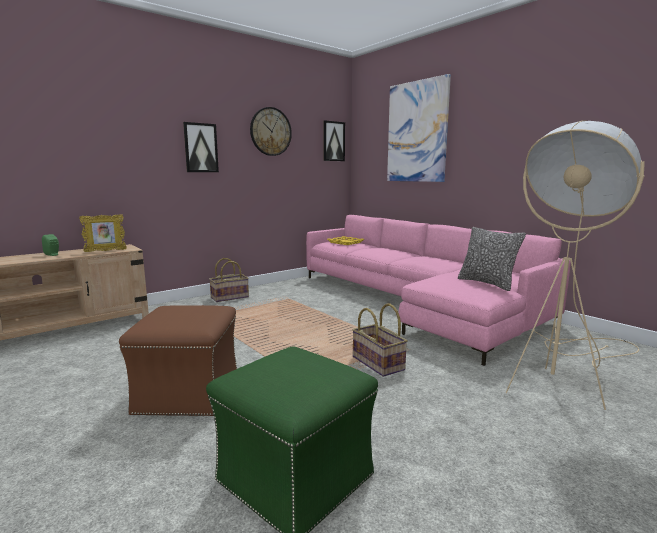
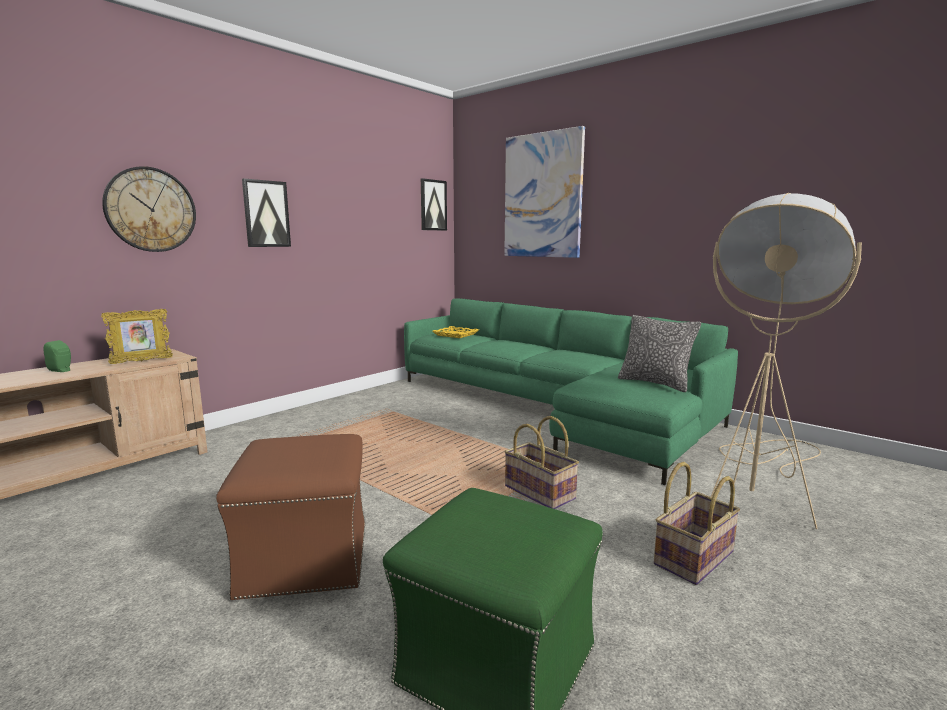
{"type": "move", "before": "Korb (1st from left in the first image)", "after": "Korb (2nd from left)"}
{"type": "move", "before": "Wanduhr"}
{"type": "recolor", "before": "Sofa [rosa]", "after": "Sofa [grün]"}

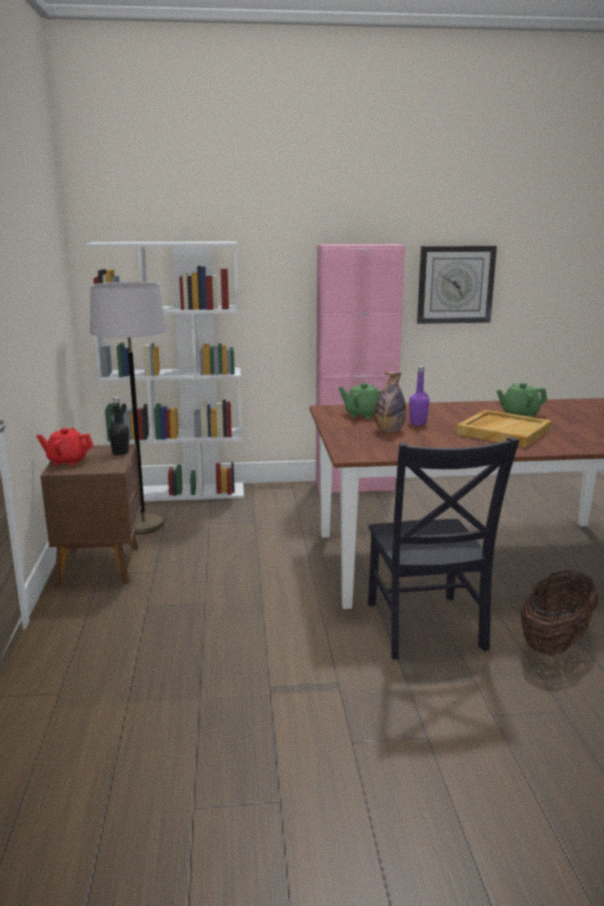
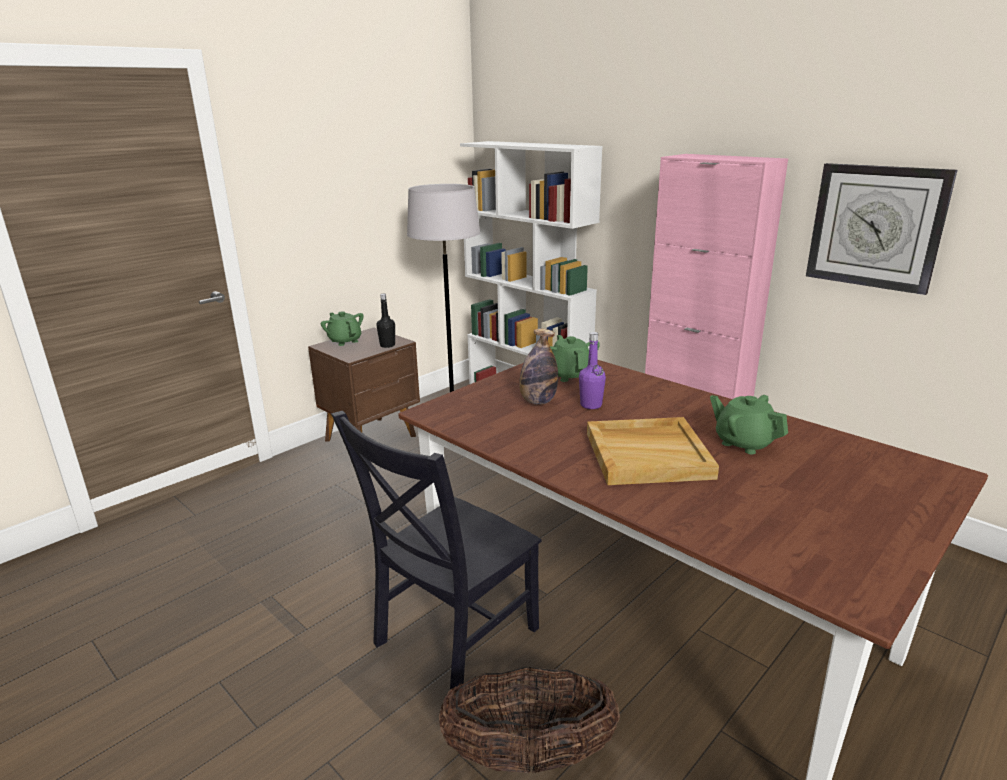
{"type": "recolor", "before": "Teekanne [rot]", "after": "Teekanne [grün] (1st from left)"}

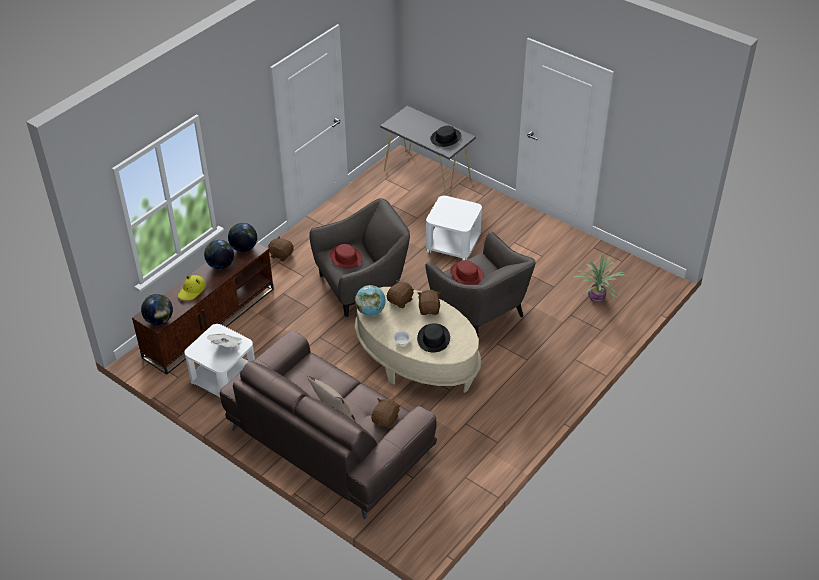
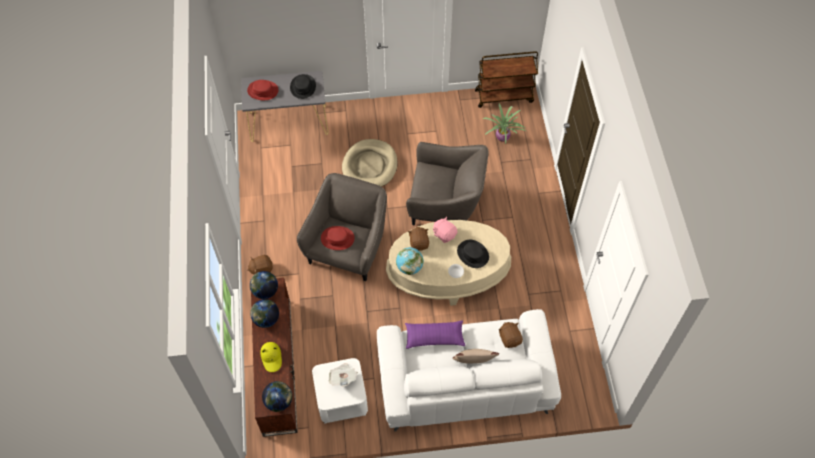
{"type": "recolor", "before": "Sofa [braun]", "after": "Sofa [weiß]"}
{"type": "recolor", "before": "Plüschtier [braun] (4th from left)", "after": "Plüschtier [rosa]"}
{"type": "replace", "before": "Beistelltisch [weiß] (2nd from left)", "after": "Hundebett [beige]"}
{"type": "move", "before": "Hut [rot] (2nd from left in the first image)", "after": "Hut [rot] (1st from left)"}
{"type": "insert", "after": "Kissen [lila]"}
{"type": "insert", "after": "Rollwagen [braun]"}

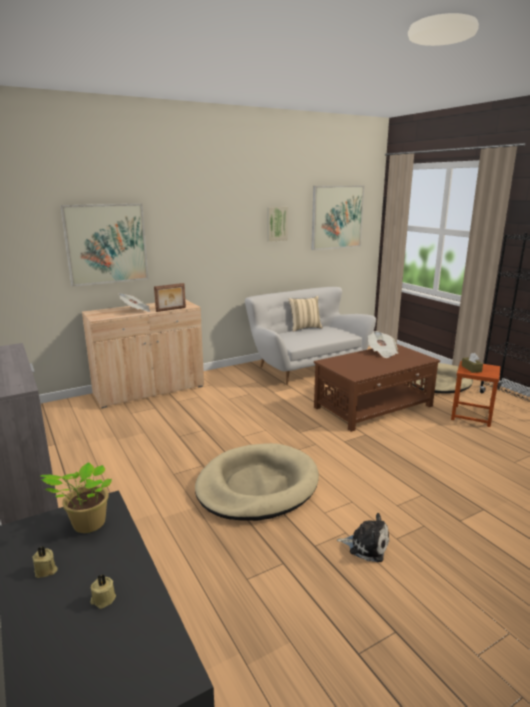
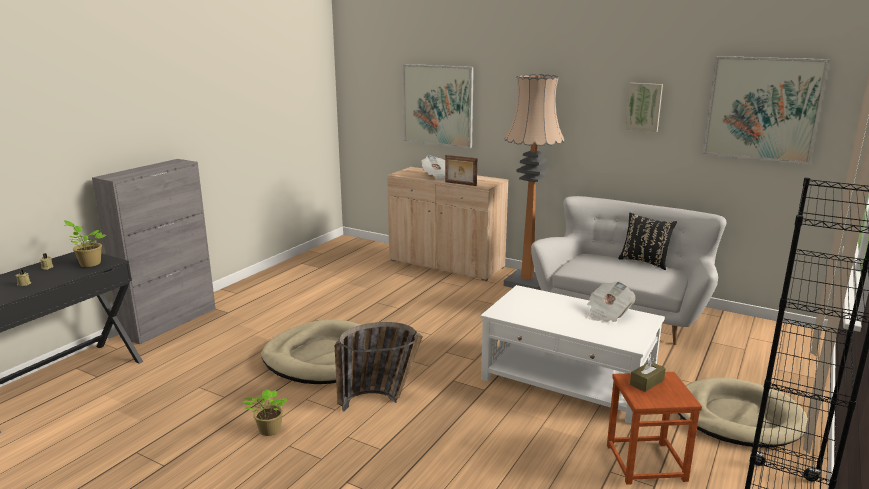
{"type": "recolor", "before": "Kissen [beige]", "after": "Kissen [schwarz]"}
{"type": "recolor", "before": "Couchtisch [braun]", "after": "Couchtisch [weiß]"}
{"type": "replace", "before": "Plüschtier", "after": "Topfpflanze (2nd from left)"}
{"type": "insert", "after": "Korb"}
{"type": "insert", "after": "Stehlampe"}

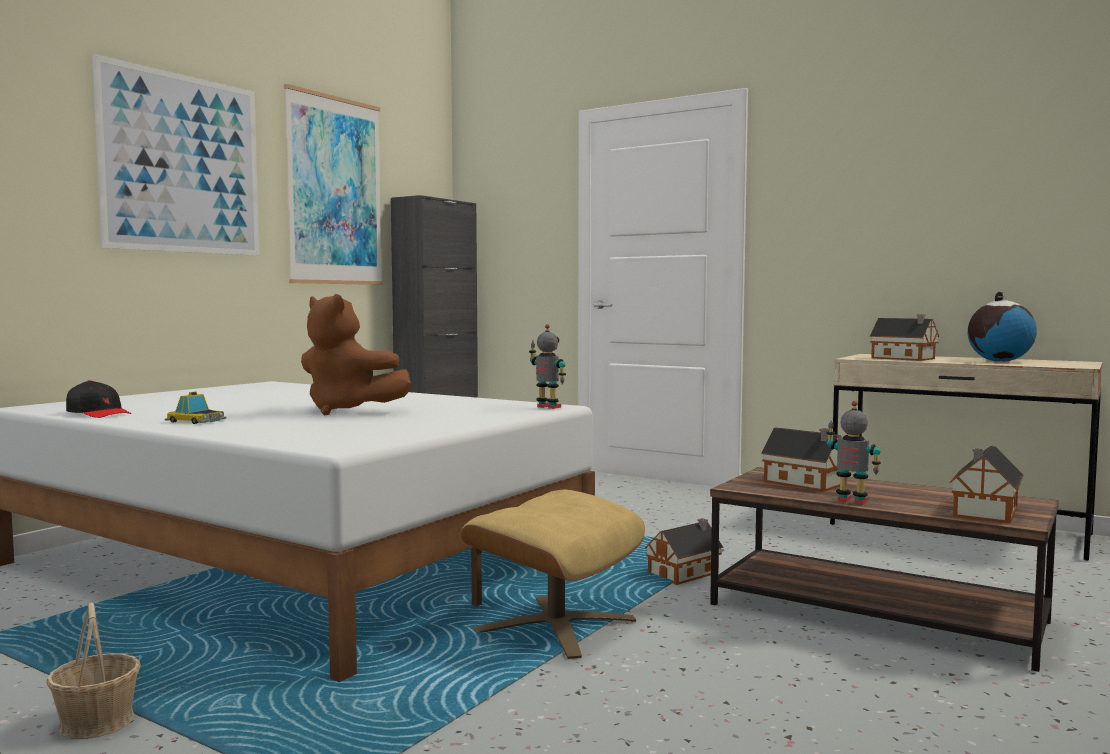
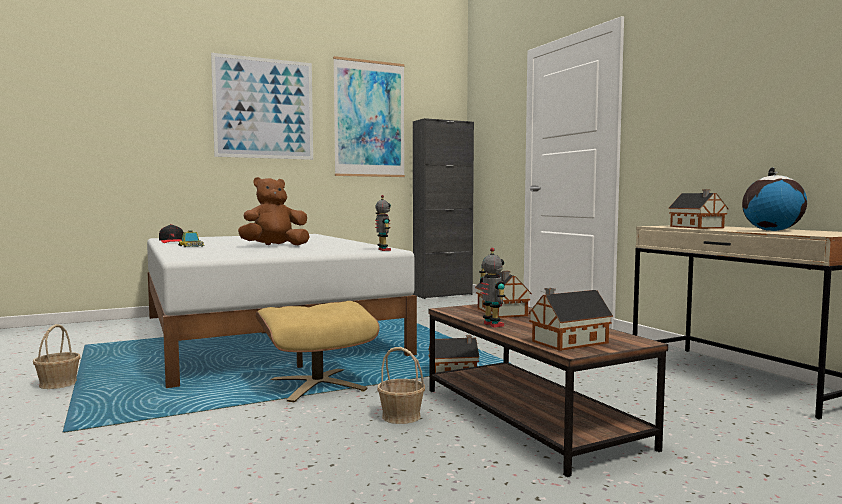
{"type": "rotate", "before": "Plüschtier [braun]", "turn": 90}
{"type": "insert", "after": "Korb (2nd from left)"}

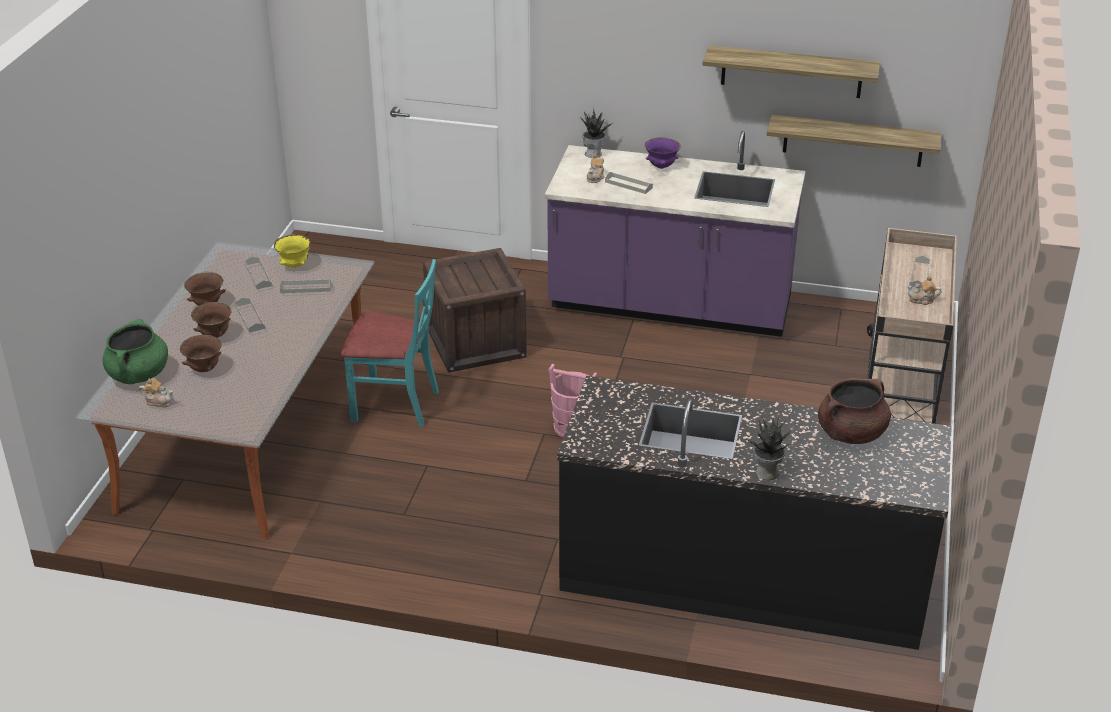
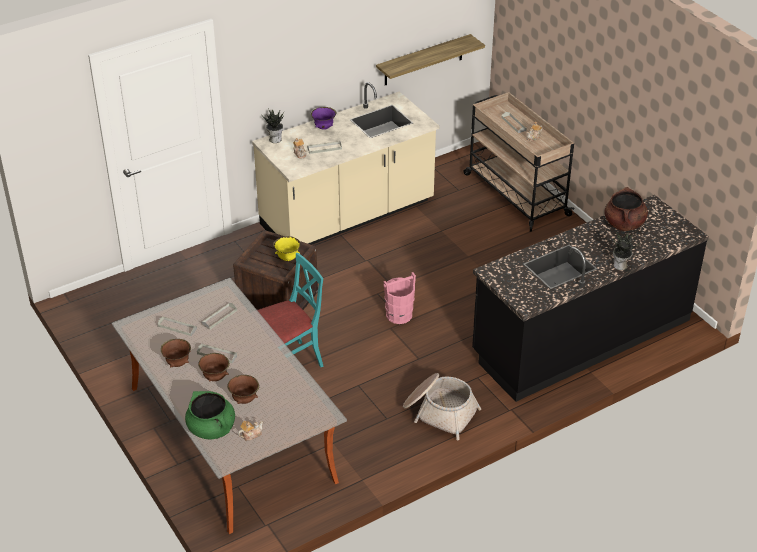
{"type": "move", "before": "Schüssel [gelb]"}
{"type": "recolor", "before": "Küchenzeile [lila]", "after": "Küchenzeile [beige]"}
{"type": "delete", "before": "Wandregal (1st from left)"}
{"type": "insert", "after": "Korb"}

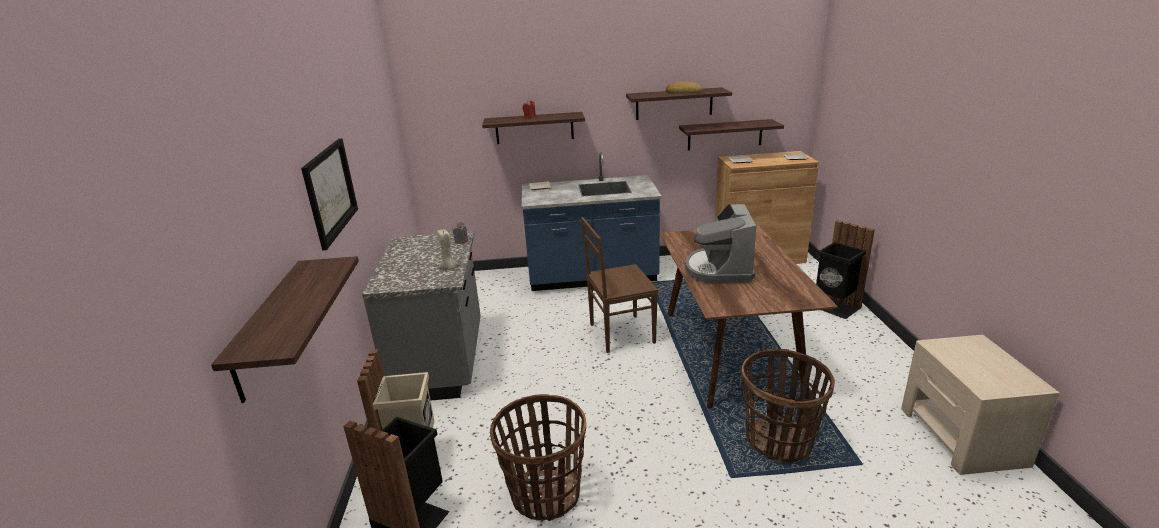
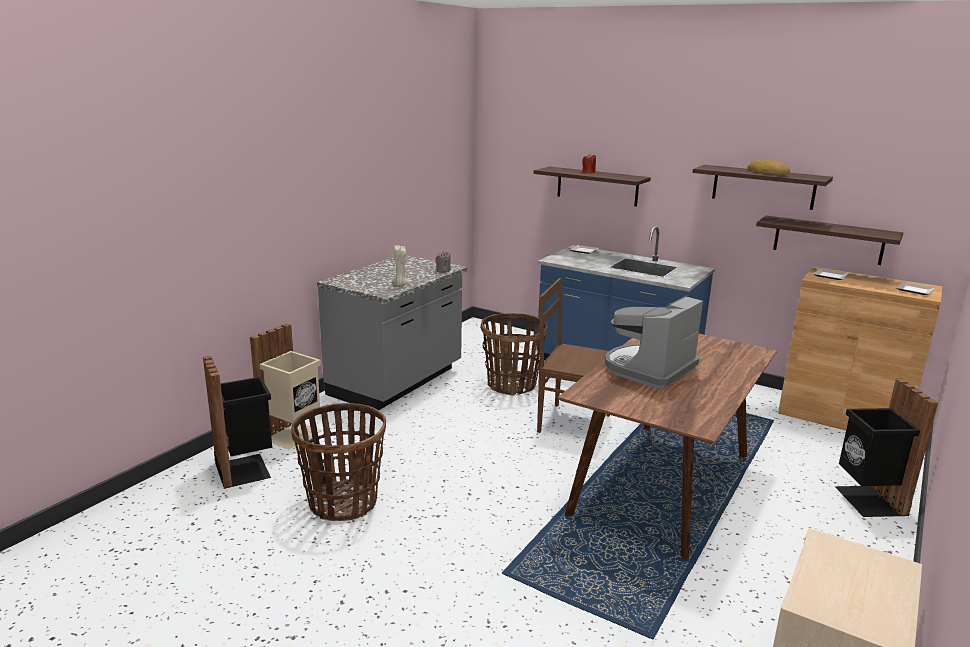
{"type": "delete", "before": "Wandregal (1st from left)"}
{"type": "delete", "before": "Bild"}
{"type": "move", "before": "Korb (2nd from left)"}

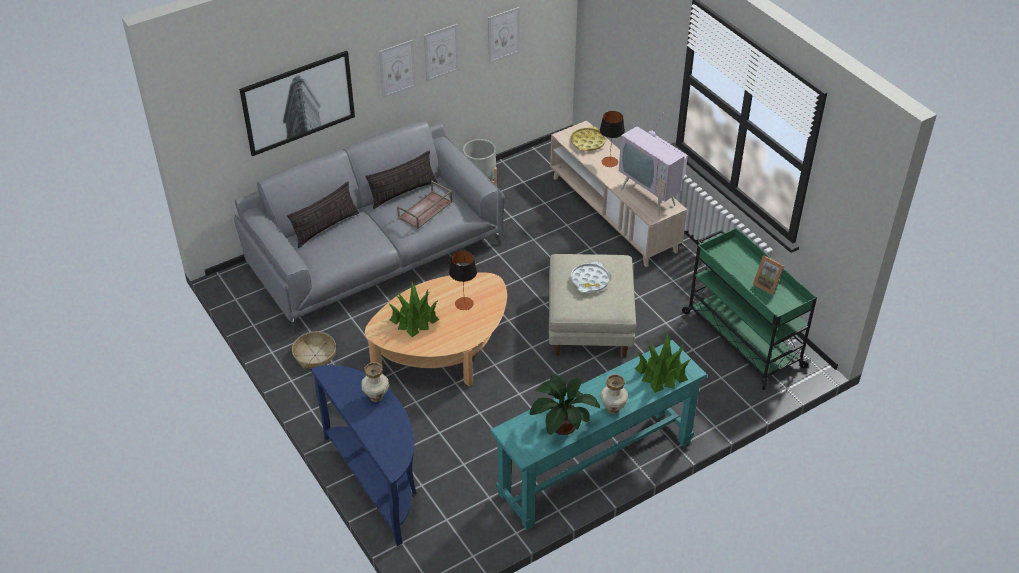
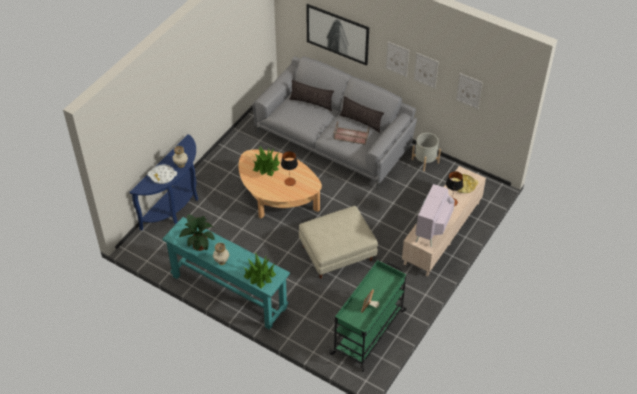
{"type": "delete", "before": "Korb"}
{"type": "move", "before": "Tablett [weiß]"}

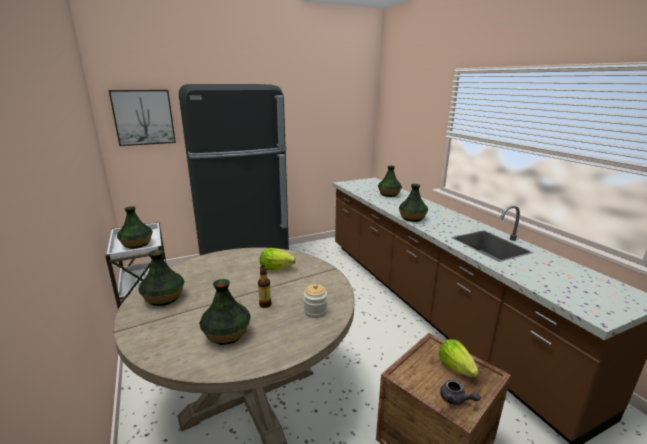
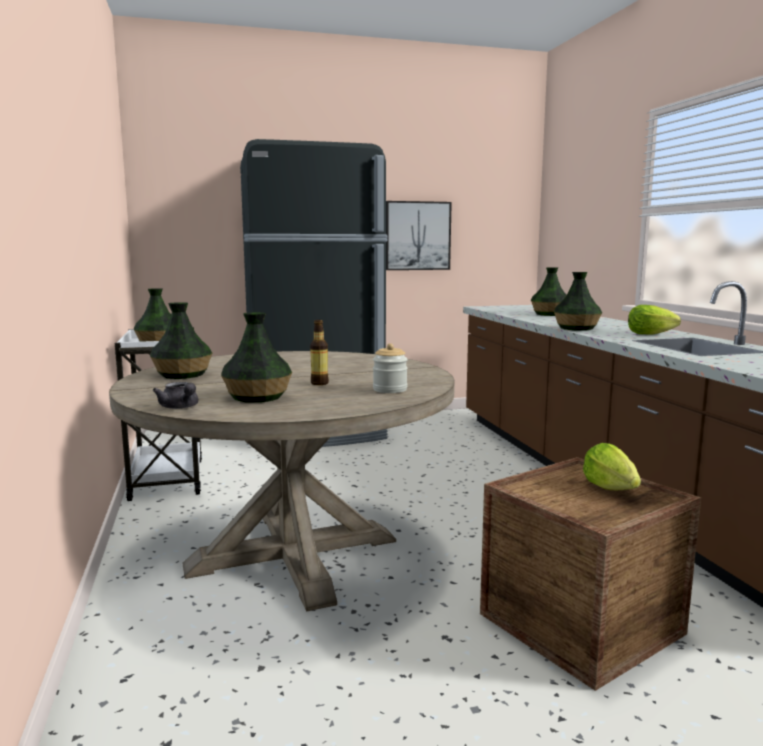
{"type": "move", "before": "Bild"}
{"type": "move", "before": "Salatkopf (1st from left in the first image)", "after": "Salatkopf (2nd from left)"}
{"type": "move", "before": "Teekanne [grau]"}

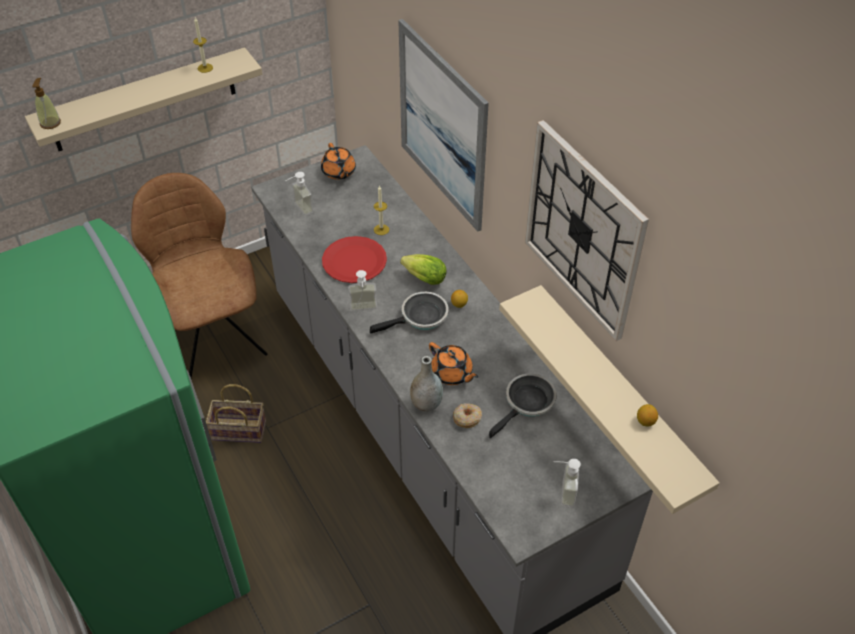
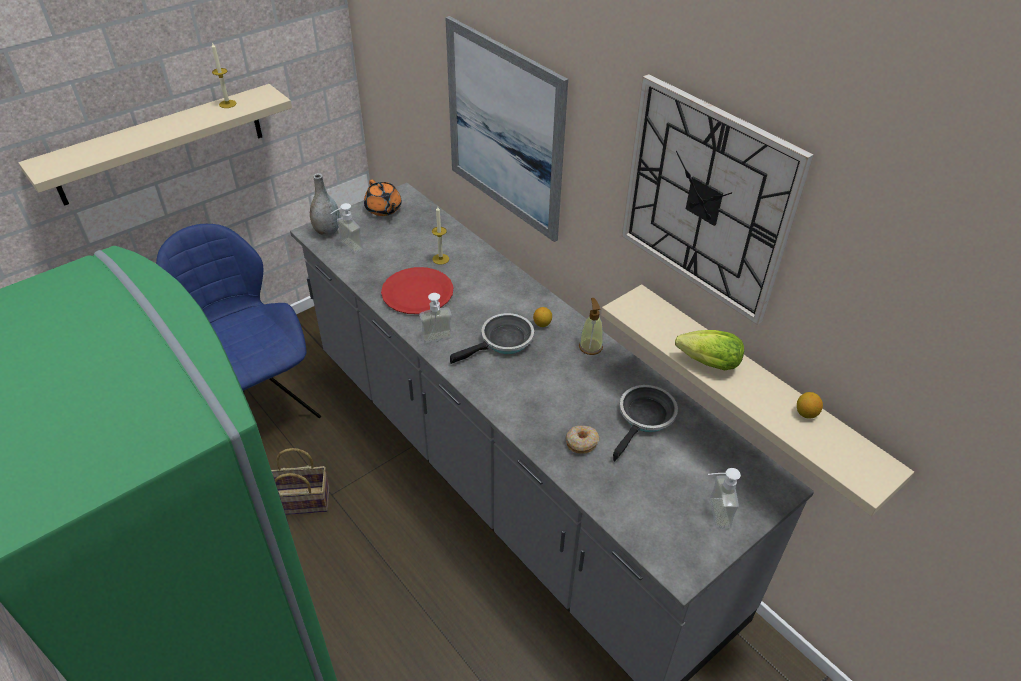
{"type": "move", "before": "Seifenspender (1st from left in the first image)", "after": "Seifenspender (3rd from left)"}
{"type": "recolor", "before": "Stuhl [braun]", "after": "Stuhl [blau]"}
{"type": "move", "before": "Salatkopf"}
{"type": "move", "before": "Vase [grau]"}
{"type": "delete", "before": "Teekanne [orange] (2nd from left)"}

